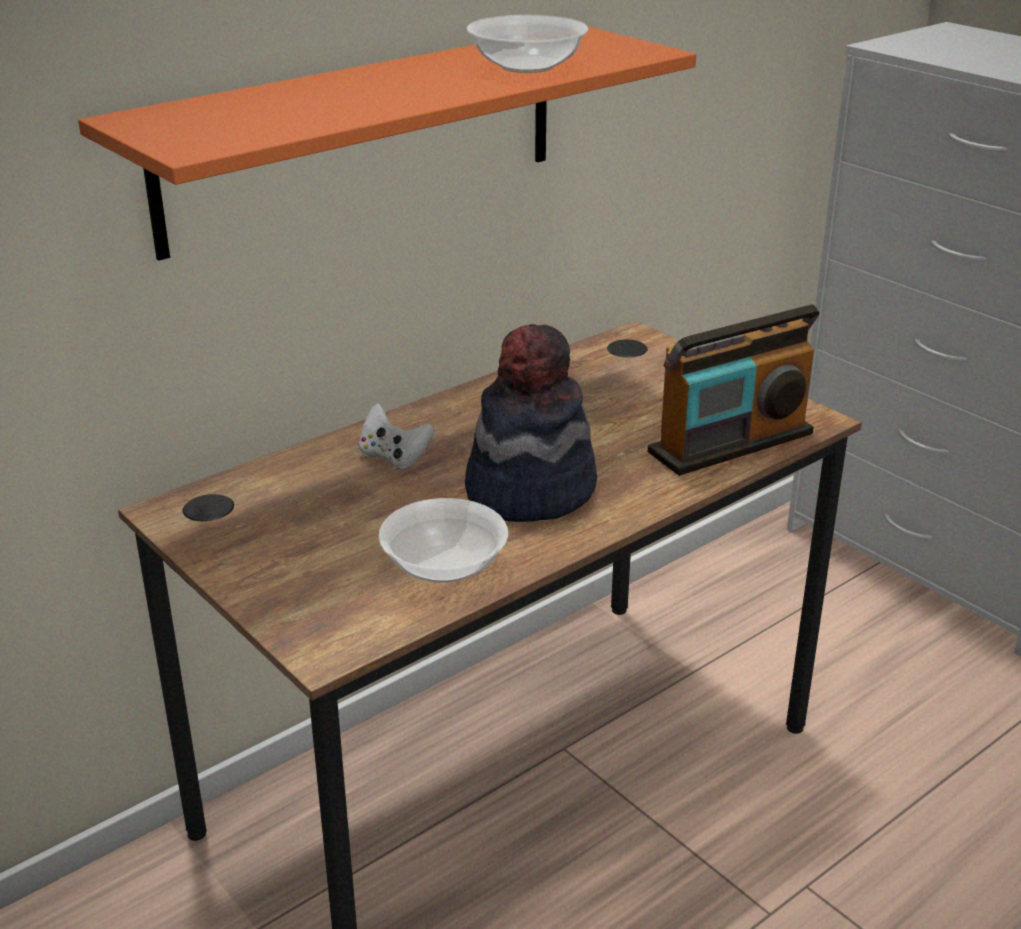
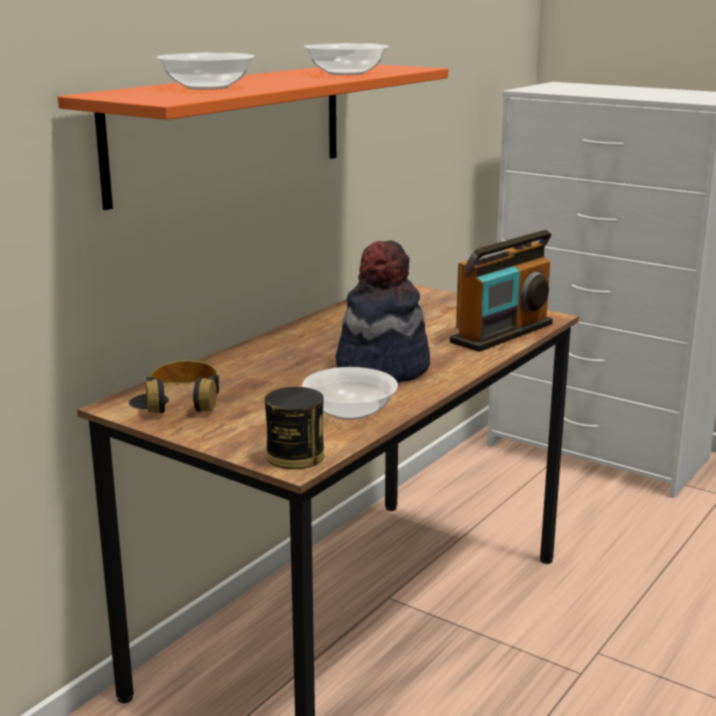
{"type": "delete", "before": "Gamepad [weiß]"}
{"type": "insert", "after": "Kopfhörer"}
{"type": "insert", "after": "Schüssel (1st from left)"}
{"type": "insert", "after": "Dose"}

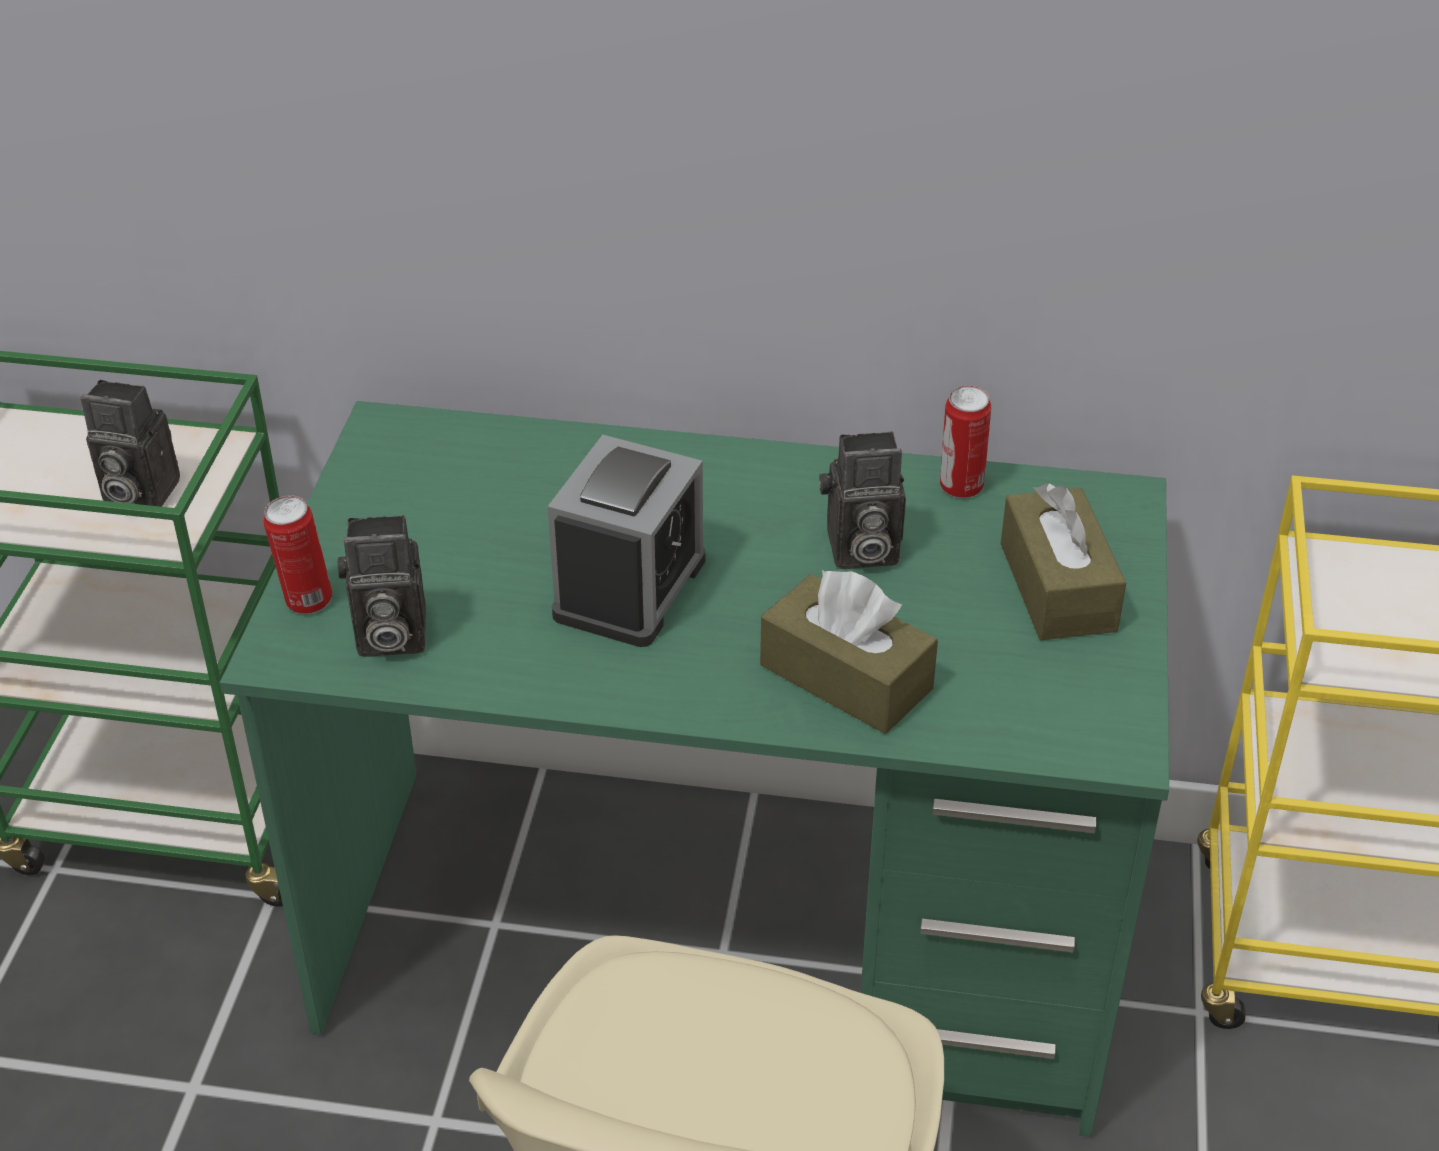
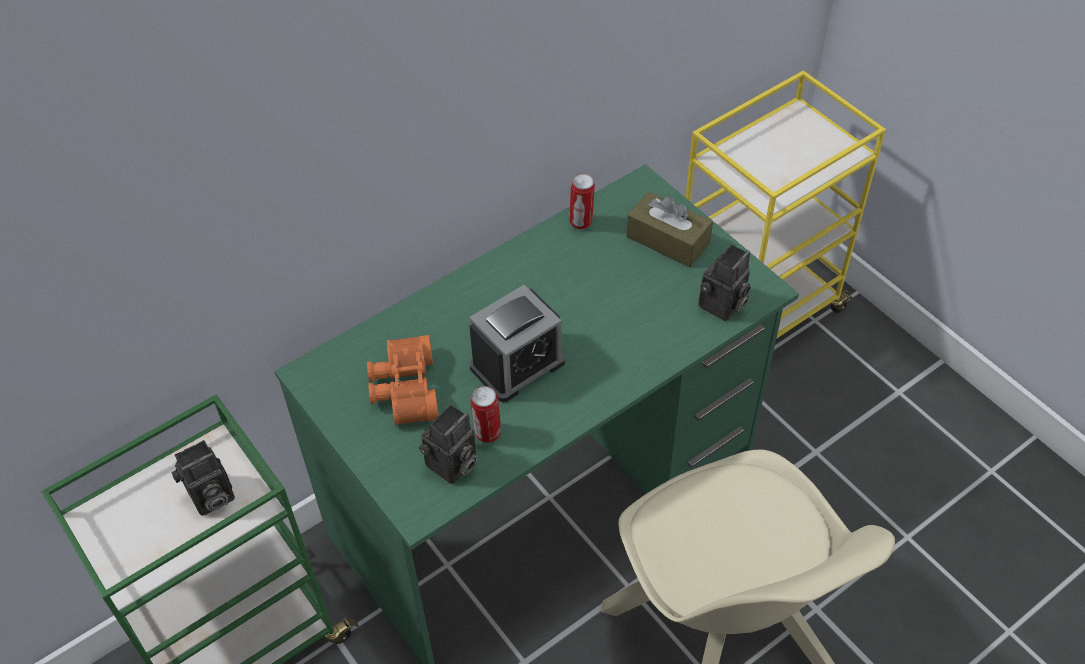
{"type": "move", "before": "Dose (1st from left)"}
{"type": "rotate", "before": "Wecker", "turn": 75}
{"type": "delete", "before": "Taschentuchbox [braun] (1st from left)"}
{"type": "move", "before": "Kamera (3rd from left)"}
{"type": "insert", "after": "Fernglas [orange]"}

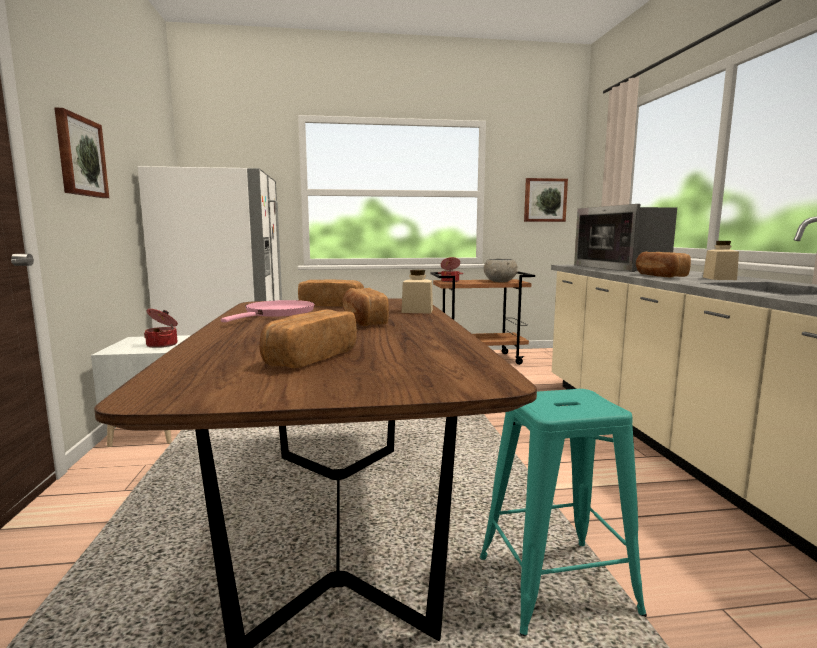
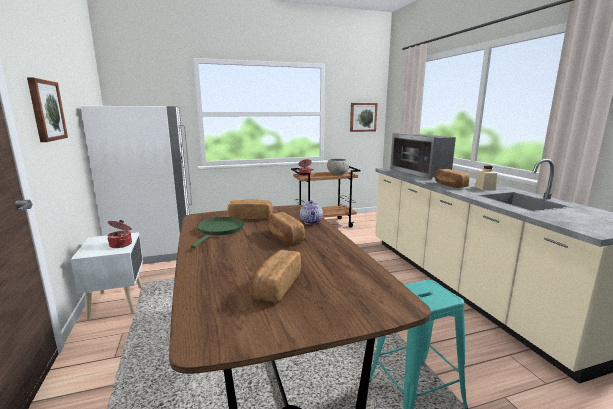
{"type": "recolor", "before": "Pfanne [rosa]", "after": "Pfanne [grün]"}
{"type": "replace", "before": "Vorratsglas [beige] (1st from left)", "after": "Teekanne"}

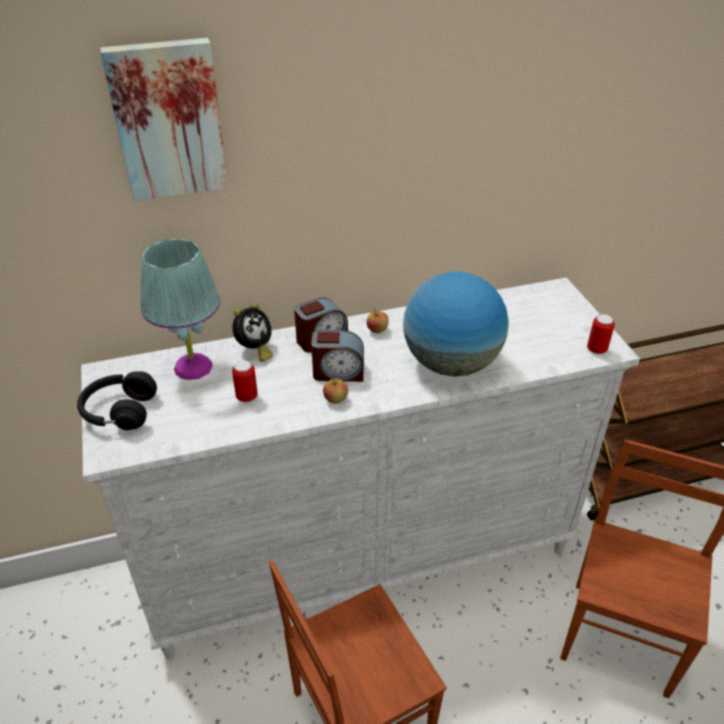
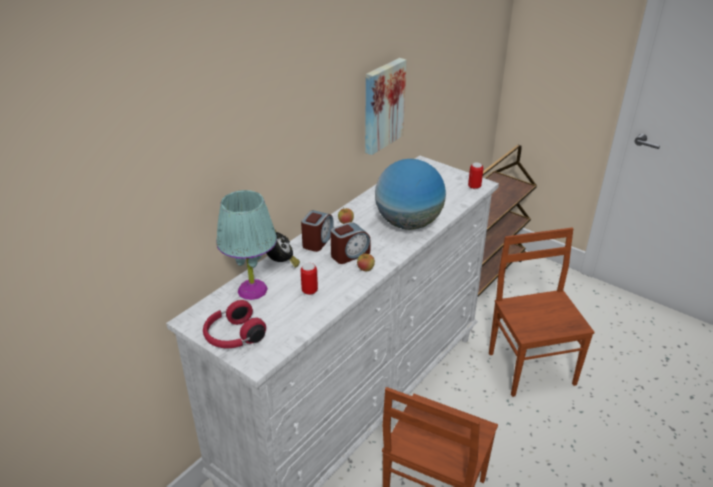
{"type": "recolor", "before": "Kopfhörer [schwarz]", "after": "Kopfhörer [rot]"}
{"type": "move", "before": "Bild"}

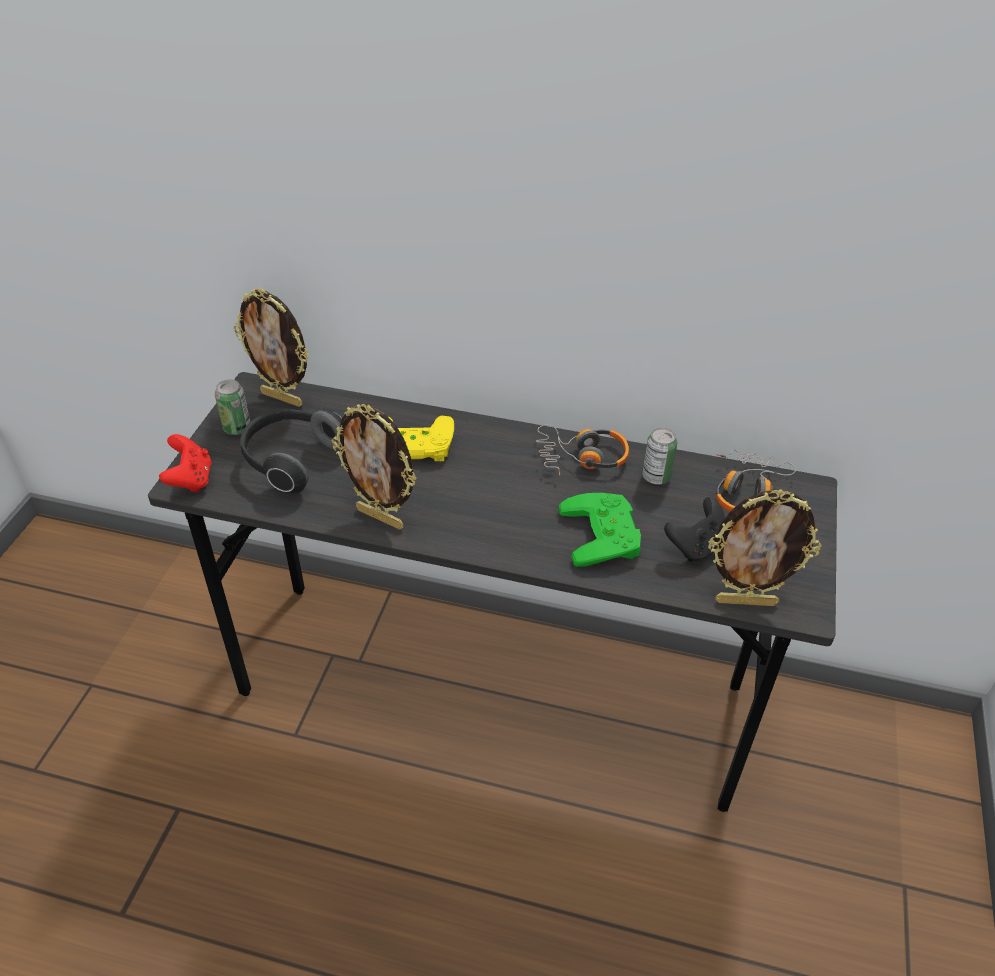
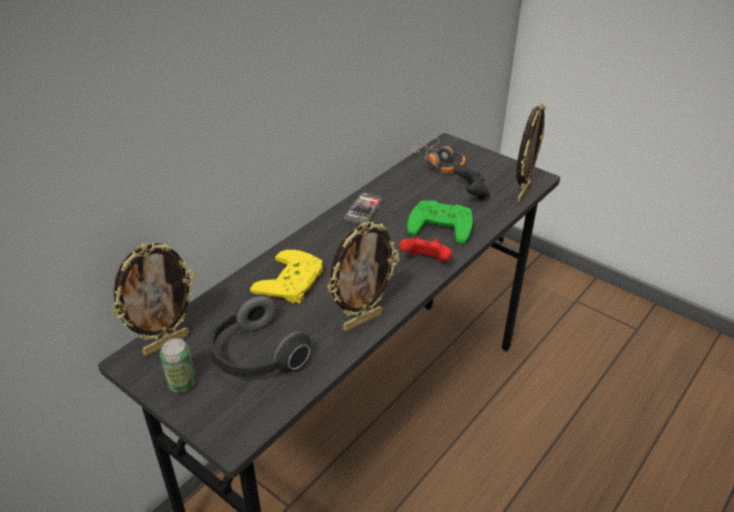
{"type": "move", "before": "Gamepad [rot]"}
{"type": "replace", "before": "Kopfhörer (2nd from left)", "after": "Handy"}
{"type": "delete", "before": "Dose (2nd from left)"}

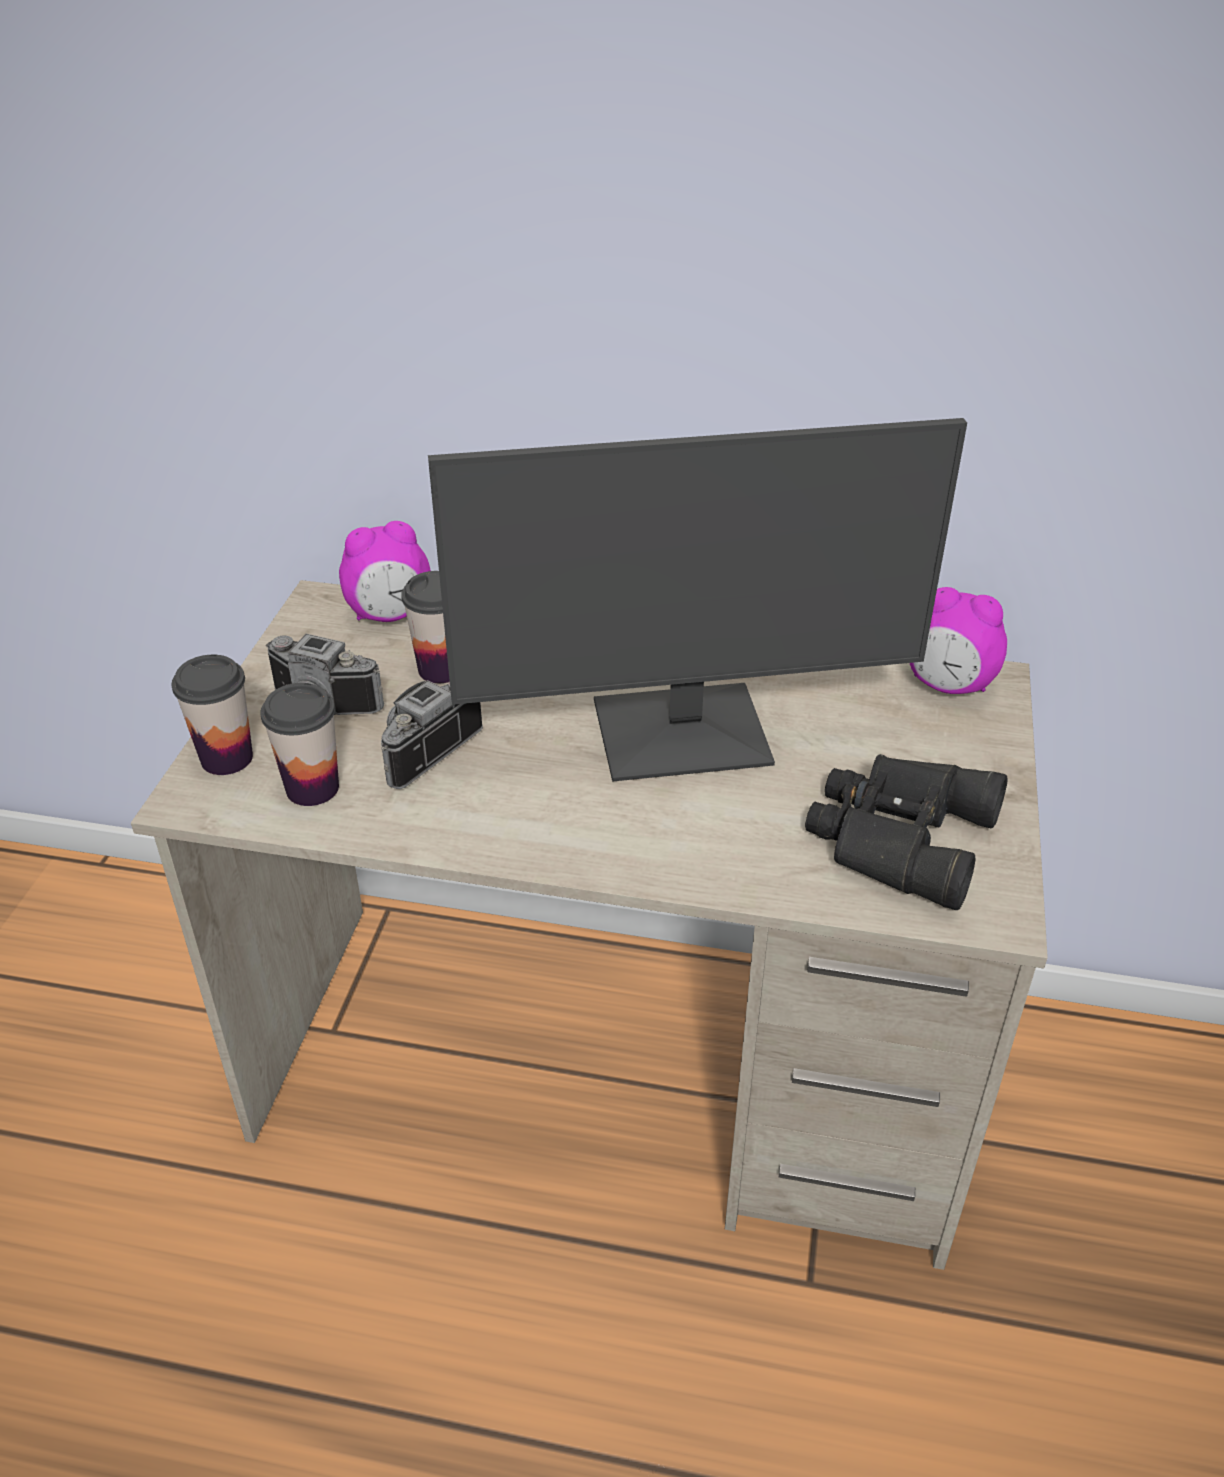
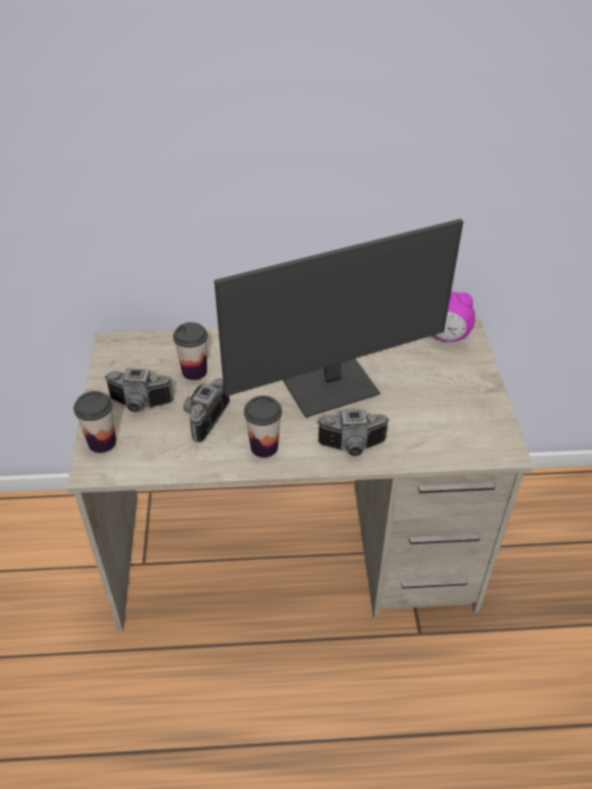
{"type": "move", "before": "Tasse (2nd from left in the first image)", "after": "Tasse (3rd from left)"}
{"type": "delete", "before": "Wecker (1st from left)"}
{"type": "delete", "before": "Fernglas [schwarz]"}
{"type": "insert", "after": "Kamera (3rd from left)"}

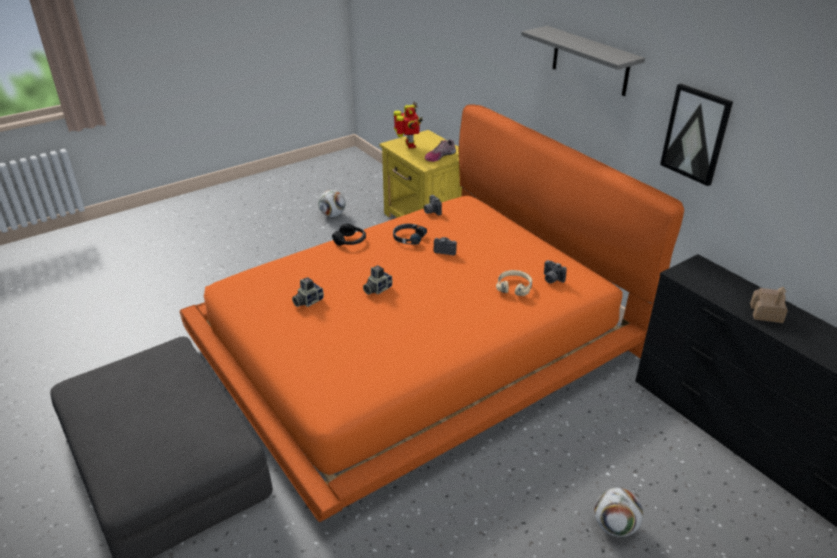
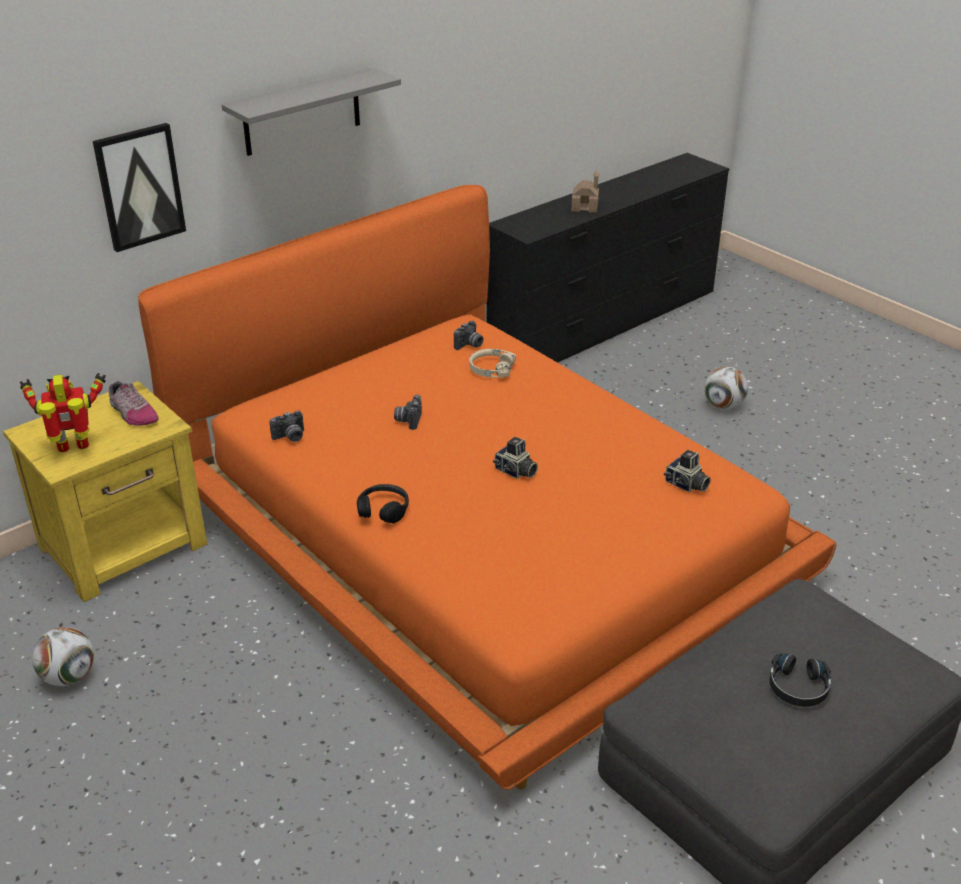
{"type": "move", "before": "Kamera (1st from left in the first image)", "after": "Kamera (5th from left)"}
{"type": "move", "before": "Kopfhörer [schwarz] (2nd from left)"}
{"type": "move", "before": "Bild"}

